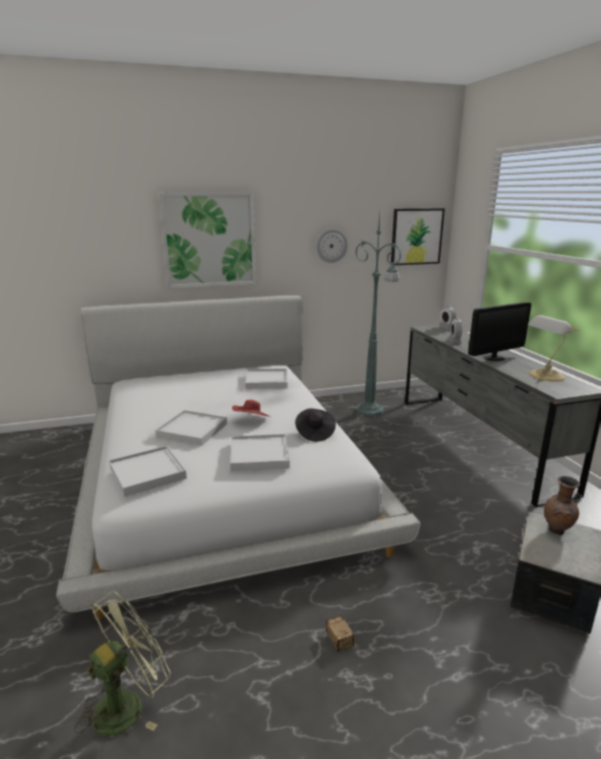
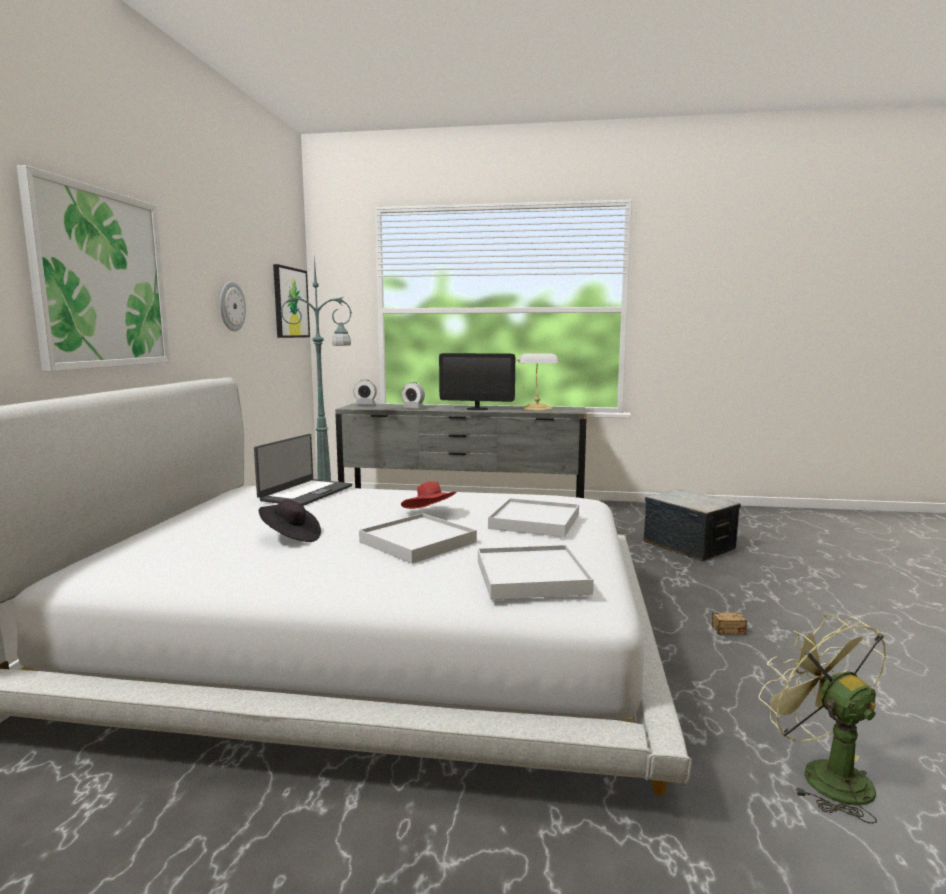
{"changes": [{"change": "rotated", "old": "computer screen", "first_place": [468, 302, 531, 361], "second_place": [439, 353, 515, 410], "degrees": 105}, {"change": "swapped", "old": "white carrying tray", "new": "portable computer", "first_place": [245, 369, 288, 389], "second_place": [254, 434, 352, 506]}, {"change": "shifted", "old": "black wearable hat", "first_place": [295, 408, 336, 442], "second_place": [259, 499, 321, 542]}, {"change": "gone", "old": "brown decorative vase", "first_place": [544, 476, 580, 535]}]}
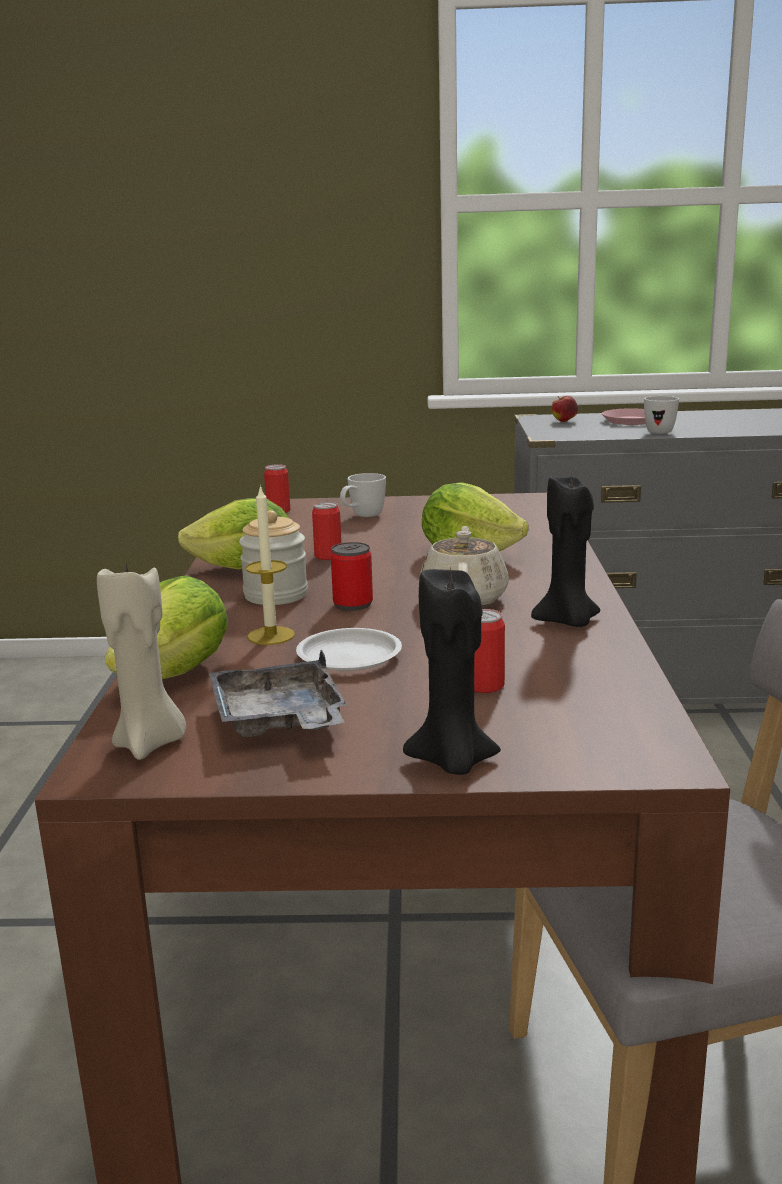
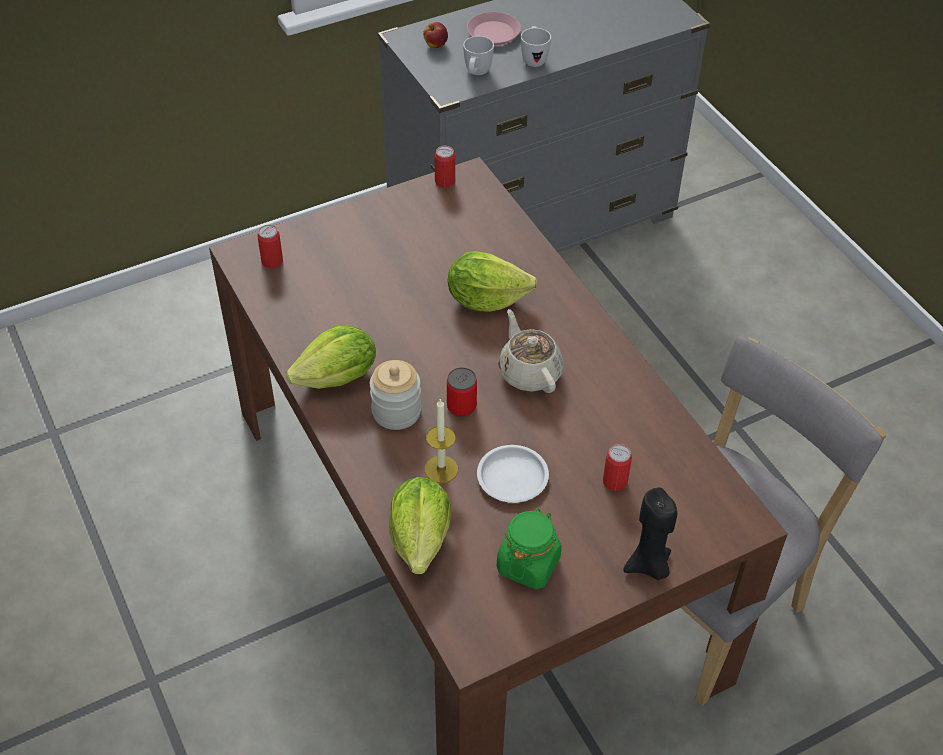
{"changes": [{"change": "shifted", "old": "white mug", "first_place": [340, 473, 386, 517], "second_place": [463, 36, 494, 75]}, {"change": "gone", "old": "black candle", "first_place": [531, 474, 601, 627]}, {"change": "shifted", "old": "metal can", "first_place": [312, 502, 342, 560], "second_place": [435, 146, 455, 188]}, {"change": "gone", "old": "sand-coloured candle", "first_place": [97, 558, 186, 760]}, {"change": "swapped", "old": "greyish carrying tray", "new": "green jar", "first_place": [209, 650, 348, 737], "second_place": [497, 508, 562, 589]}]}
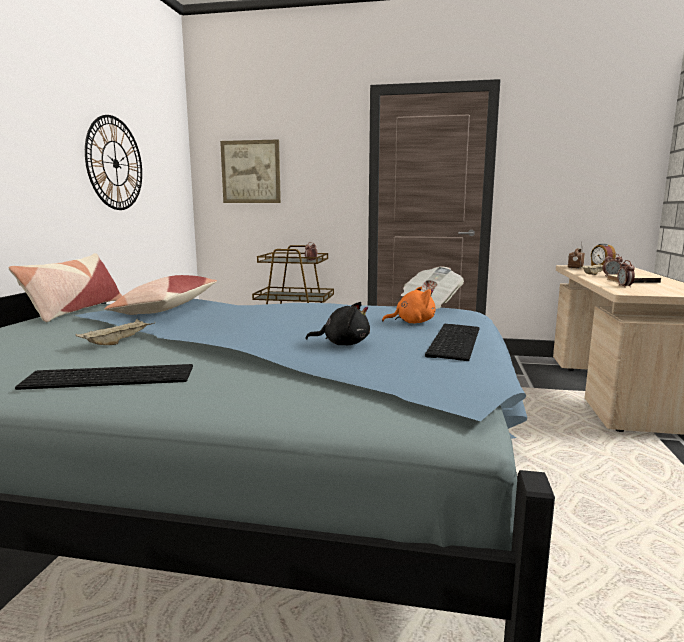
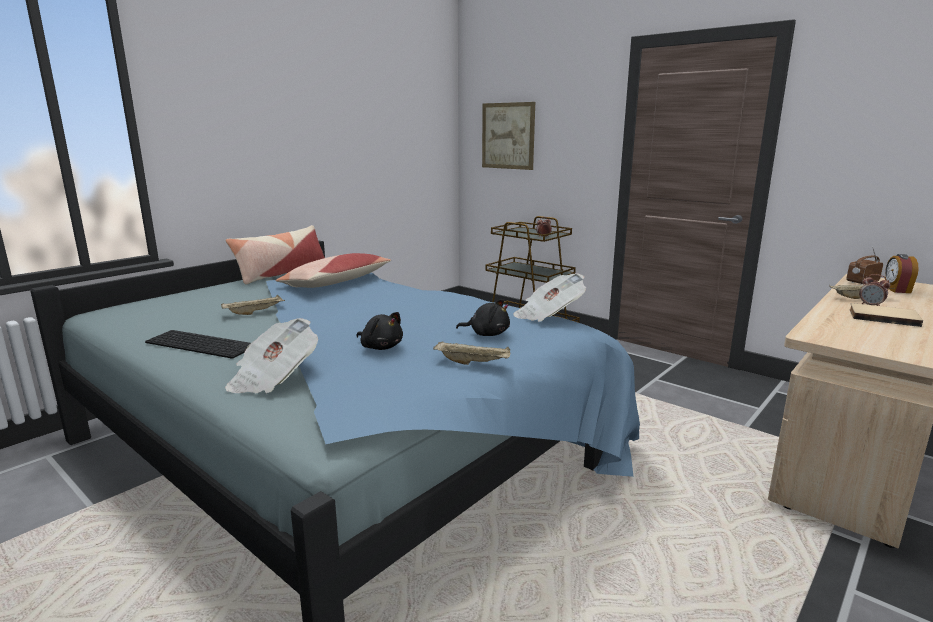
{"changes": [{"change": "gone", "old": "clock on the wall", "first_place": [85, 115, 142, 210]}, {"change": "gone", "old": "bedside clock", "first_place": [617, 260, 635, 288]}, {"change": "repainted", "old": "orange cuddly toy", "new": "black cuddly toy", "first_place": [382, 286, 436, 323], "second_place": [456, 299, 510, 336]}, {"change": "swapped", "old": "computer keyboard", "new": "sand-coloured carrying tray", "first_place": [425, 324, 480, 361], "second_place": [433, 341, 510, 365]}, {"change": "new", "new": "daily paper", "second_place": [225, 318, 318, 393]}]}
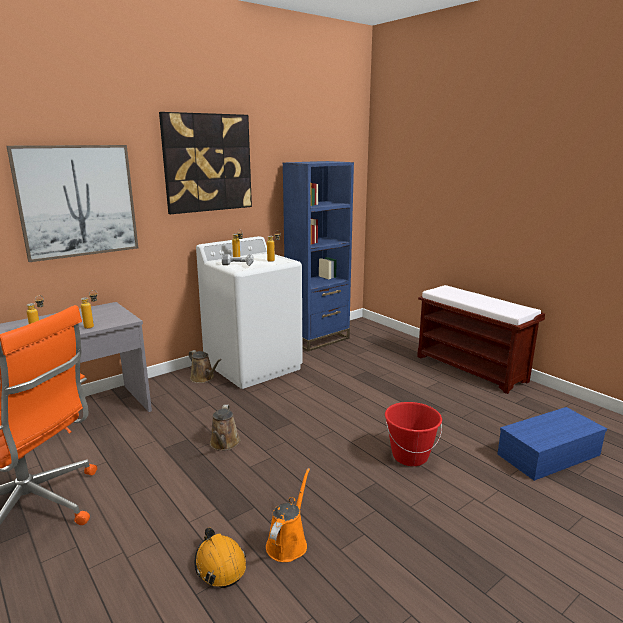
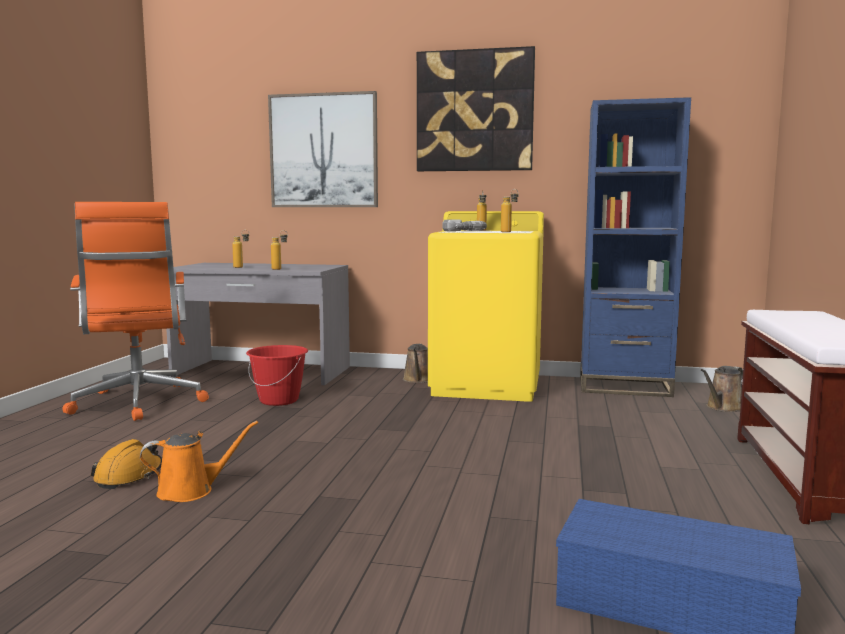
{"changes": [{"change": "repainted", "old": "white washing machine", "new": "yellowish washing machine", "first_place": [196, 236, 303, 389], "second_place": [428, 211, 544, 402]}, {"change": "shifted", "old": "reddish water bucket", "first_place": [385, 402, 442, 466], "second_place": [246, 345, 308, 406]}, {"change": "shifted", "old": "brown watering can", "first_place": [210, 404, 241, 451], "second_place": [701, 366, 743, 412]}]}
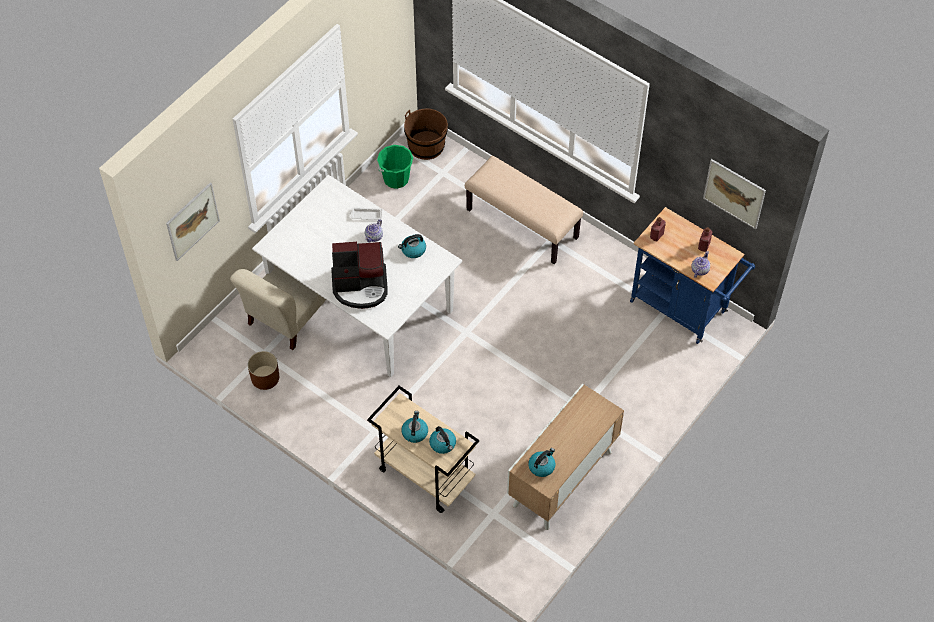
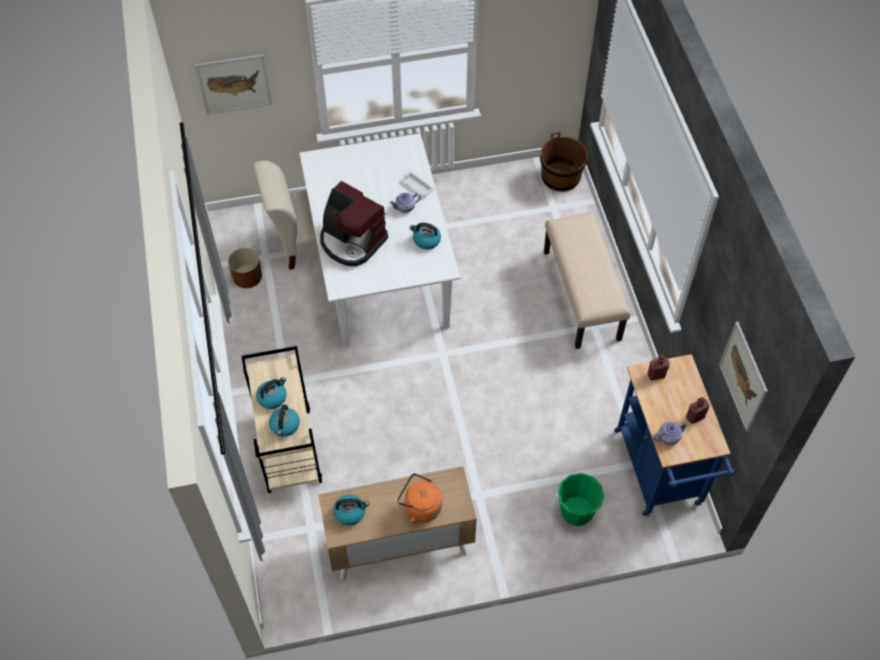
{"changes": [{"change": "shifted", "old": "green water bucket", "first_place": [377, 145, 413, 189], "second_place": [556, 473, 604, 526]}, {"change": "new", "new": "orange tea kettle", "second_place": [397, 473, 442, 523]}]}
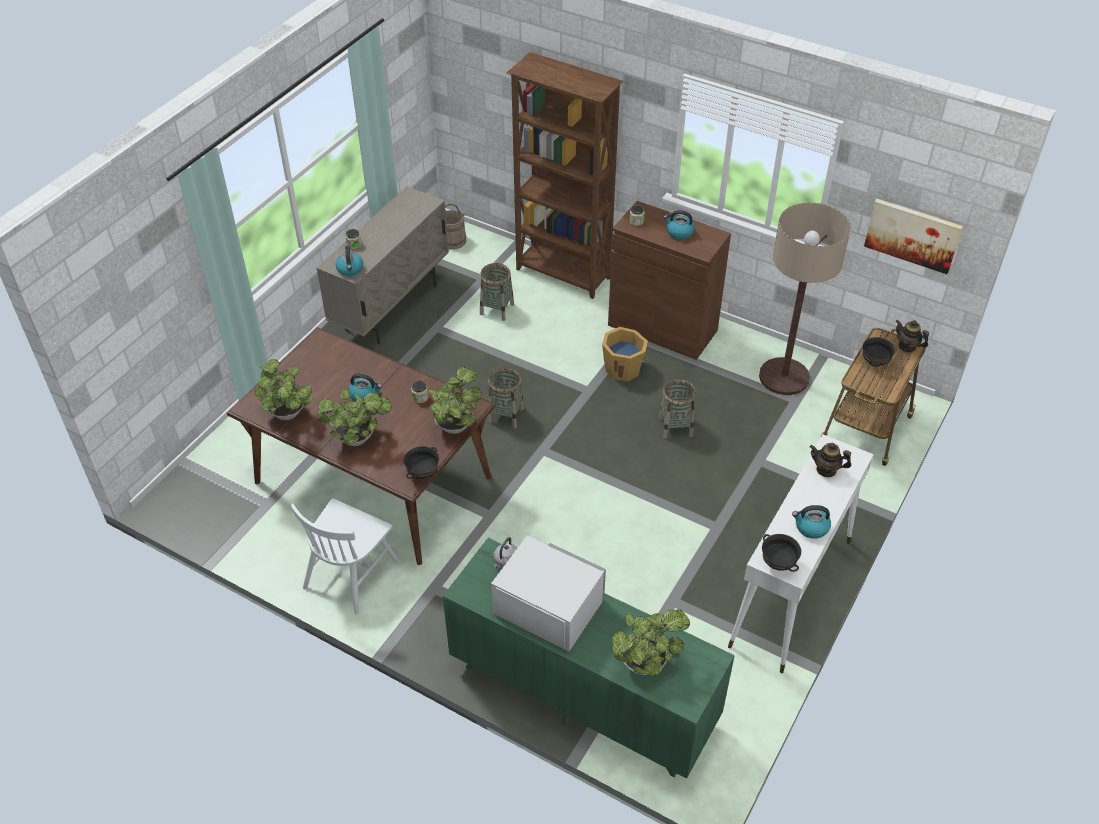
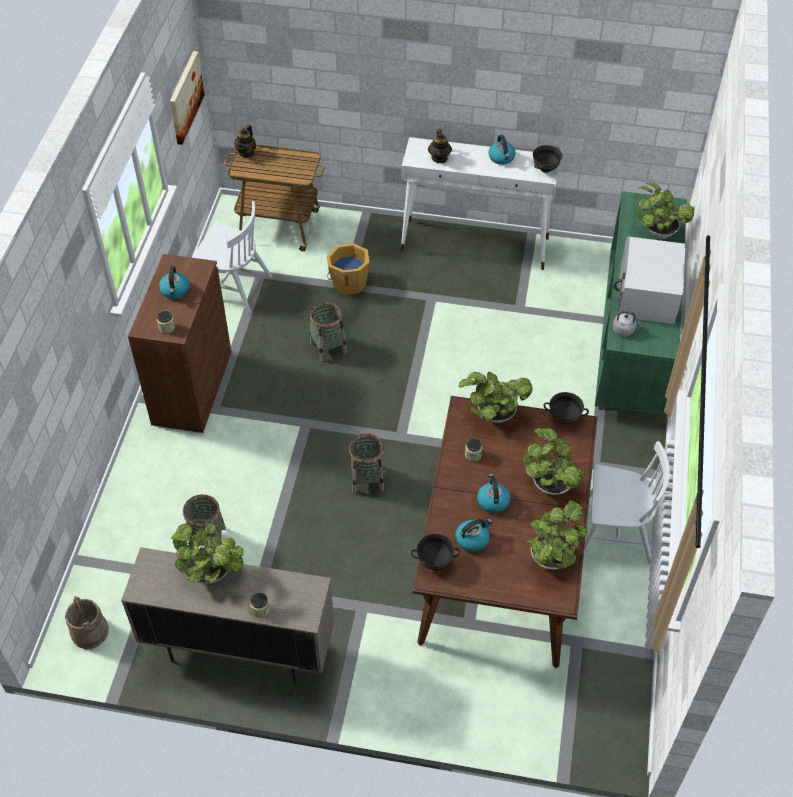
{"changes": [{"change": "gone", "old": "brown bookcase", "first_place": [506, 52, 623, 299]}, {"change": "swapped", "old": "floor lamp", "new": "white upright chair", "first_place": [759, 203, 851, 395], "second_place": [191, 201, 272, 313]}, {"change": "shifted", "old": "tea kettle", "first_place": [335, 246, 364, 276], "second_place": [455, 518, 492, 552]}, {"change": "shifted", "old": "orange water bucket", "first_place": [602, 327, 648, 382], "second_place": [327, 243, 369, 295]}, {"change": "shifted", "old": "black deep dish", "first_place": [863, 337, 895, 367], "second_place": [411, 534, 460, 570]}, {"change": "new", "new": "plant in a pot", "second_place": [171, 523, 244, 584]}]}
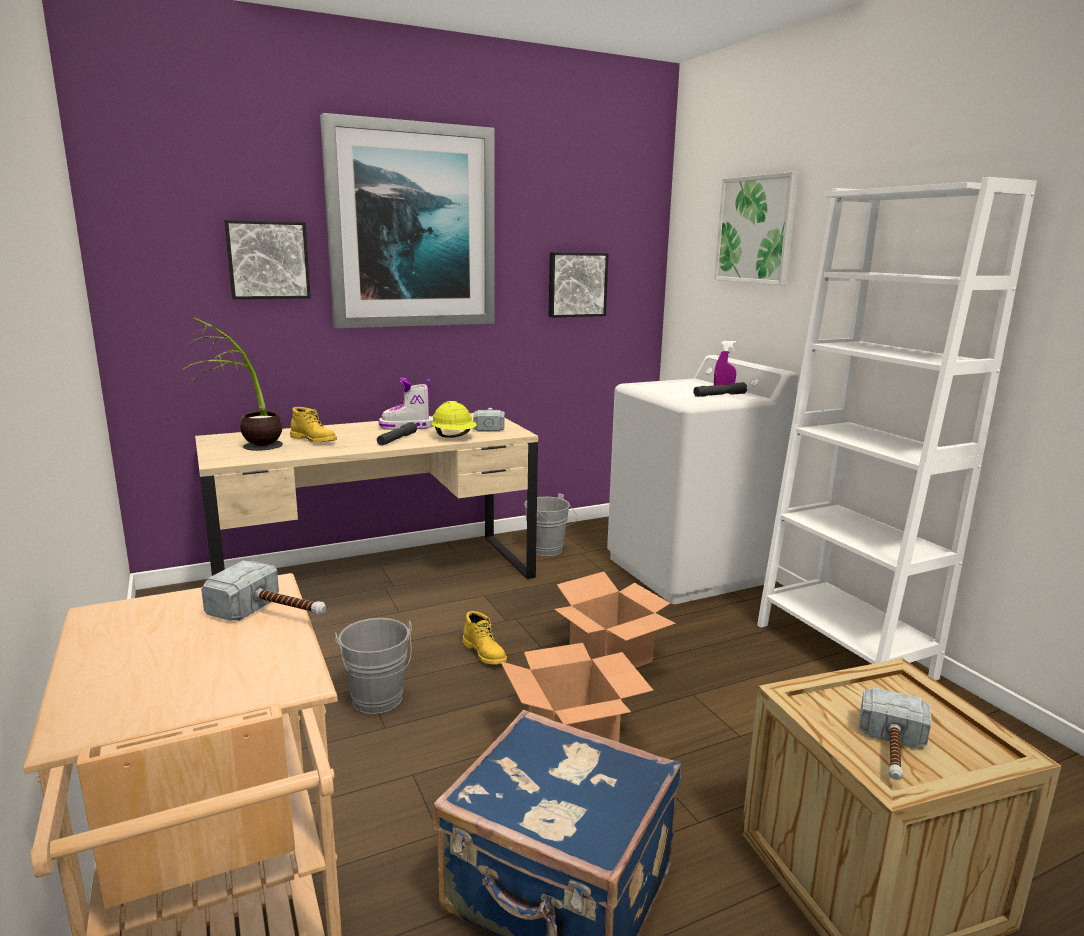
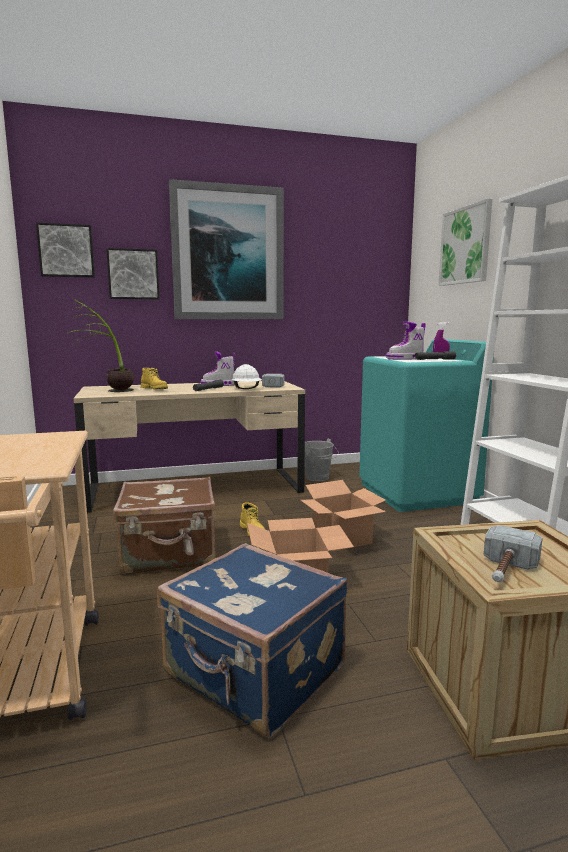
{"changes": [{"change": "shifted", "old": "wall art", "first_place": [548, 252, 609, 318], "second_place": [36, 222, 95, 278]}, {"change": "repainted", "old": "white washing machine", "new": "blue-green washing machine", "first_place": [607, 355, 798, 604], "second_place": [359, 339, 494, 512]}, {"change": "repainted", "old": "yellowish safety helmet", "new": "white safety helmet", "first_place": [431, 401, 477, 438], "second_place": [232, 364, 262, 389]}, {"change": "gone", "old": "hammer", "first_place": [201, 560, 326, 621]}, {"change": "swapped", "old": "greyish water bucket", "new": "brown travel case", "first_place": [335, 618, 412, 714], "second_place": [113, 476, 216, 574]}, {"change": "new", "new": "tall boot", "second_place": [386, 321, 426, 360]}]}
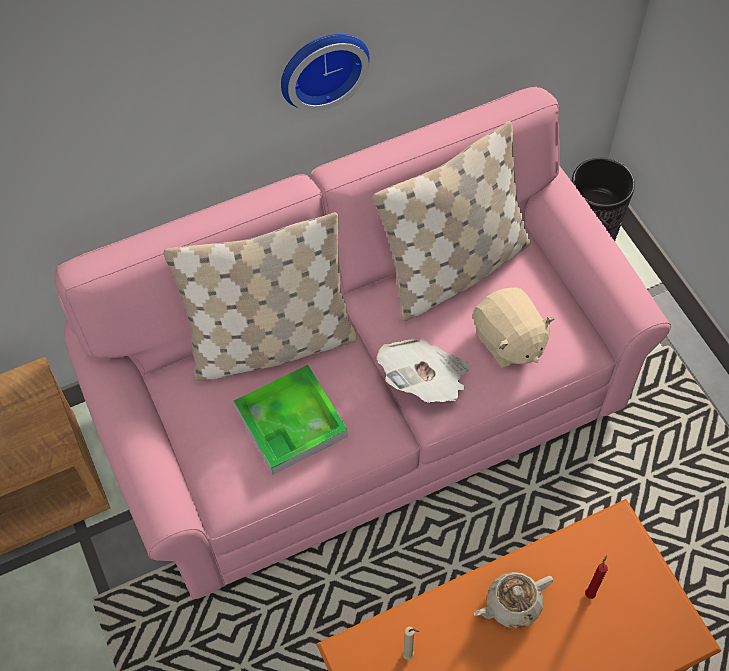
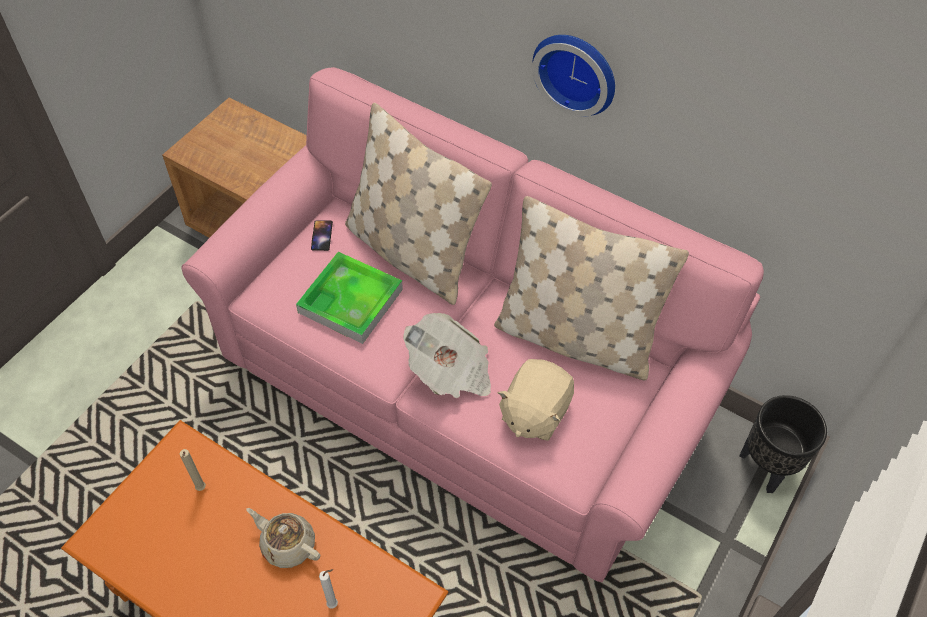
{"changes": [{"change": "repainted", "old": "reddish candle", "new": "white candle", "first_place": [585, 555, 608, 599], "second_place": [319, 569, 338, 609]}, {"change": "new", "new": "telephone", "second_place": [311, 220, 333, 251]}]}
